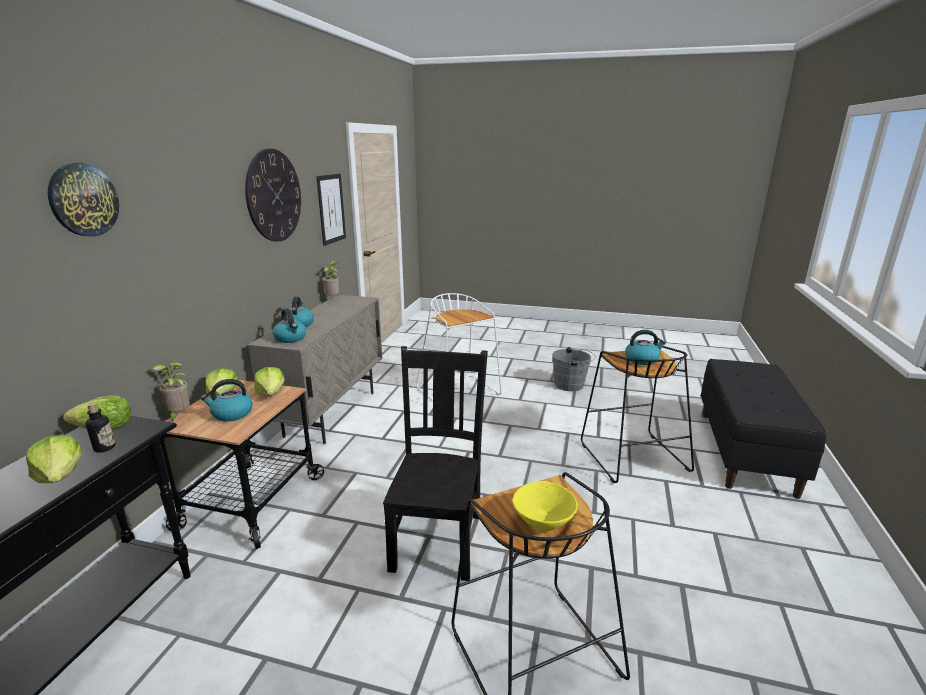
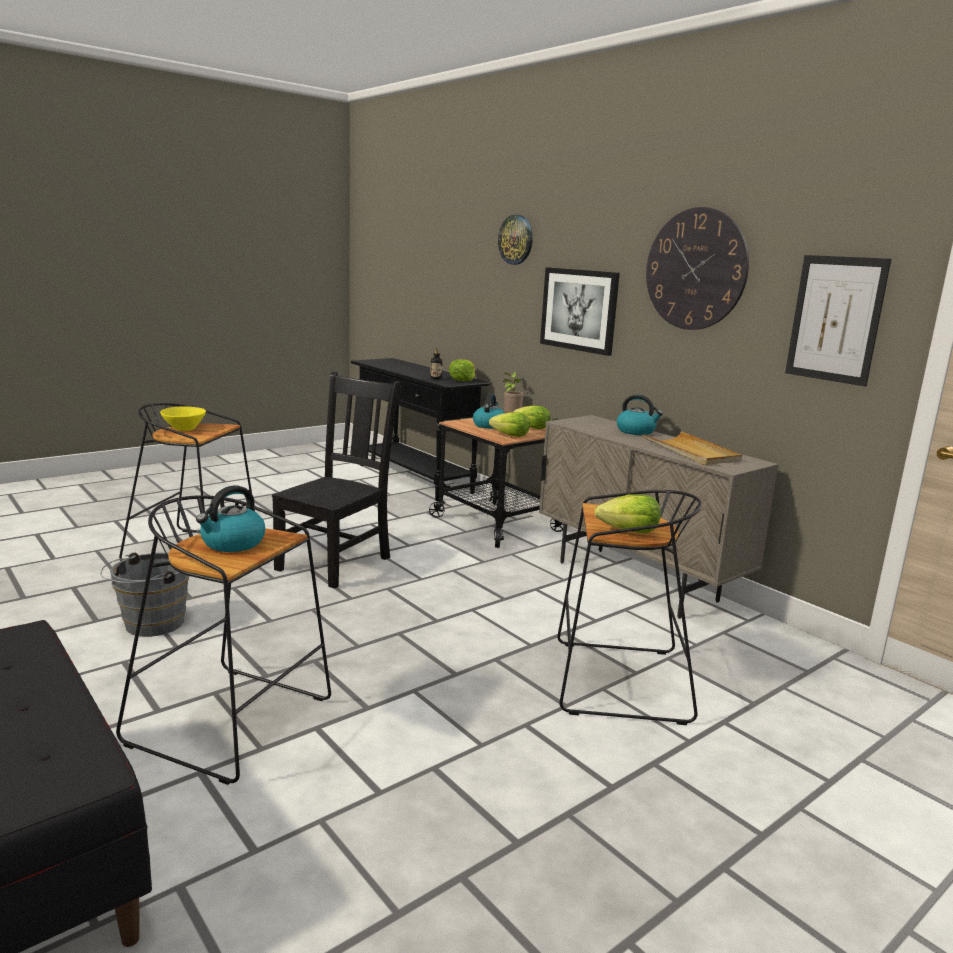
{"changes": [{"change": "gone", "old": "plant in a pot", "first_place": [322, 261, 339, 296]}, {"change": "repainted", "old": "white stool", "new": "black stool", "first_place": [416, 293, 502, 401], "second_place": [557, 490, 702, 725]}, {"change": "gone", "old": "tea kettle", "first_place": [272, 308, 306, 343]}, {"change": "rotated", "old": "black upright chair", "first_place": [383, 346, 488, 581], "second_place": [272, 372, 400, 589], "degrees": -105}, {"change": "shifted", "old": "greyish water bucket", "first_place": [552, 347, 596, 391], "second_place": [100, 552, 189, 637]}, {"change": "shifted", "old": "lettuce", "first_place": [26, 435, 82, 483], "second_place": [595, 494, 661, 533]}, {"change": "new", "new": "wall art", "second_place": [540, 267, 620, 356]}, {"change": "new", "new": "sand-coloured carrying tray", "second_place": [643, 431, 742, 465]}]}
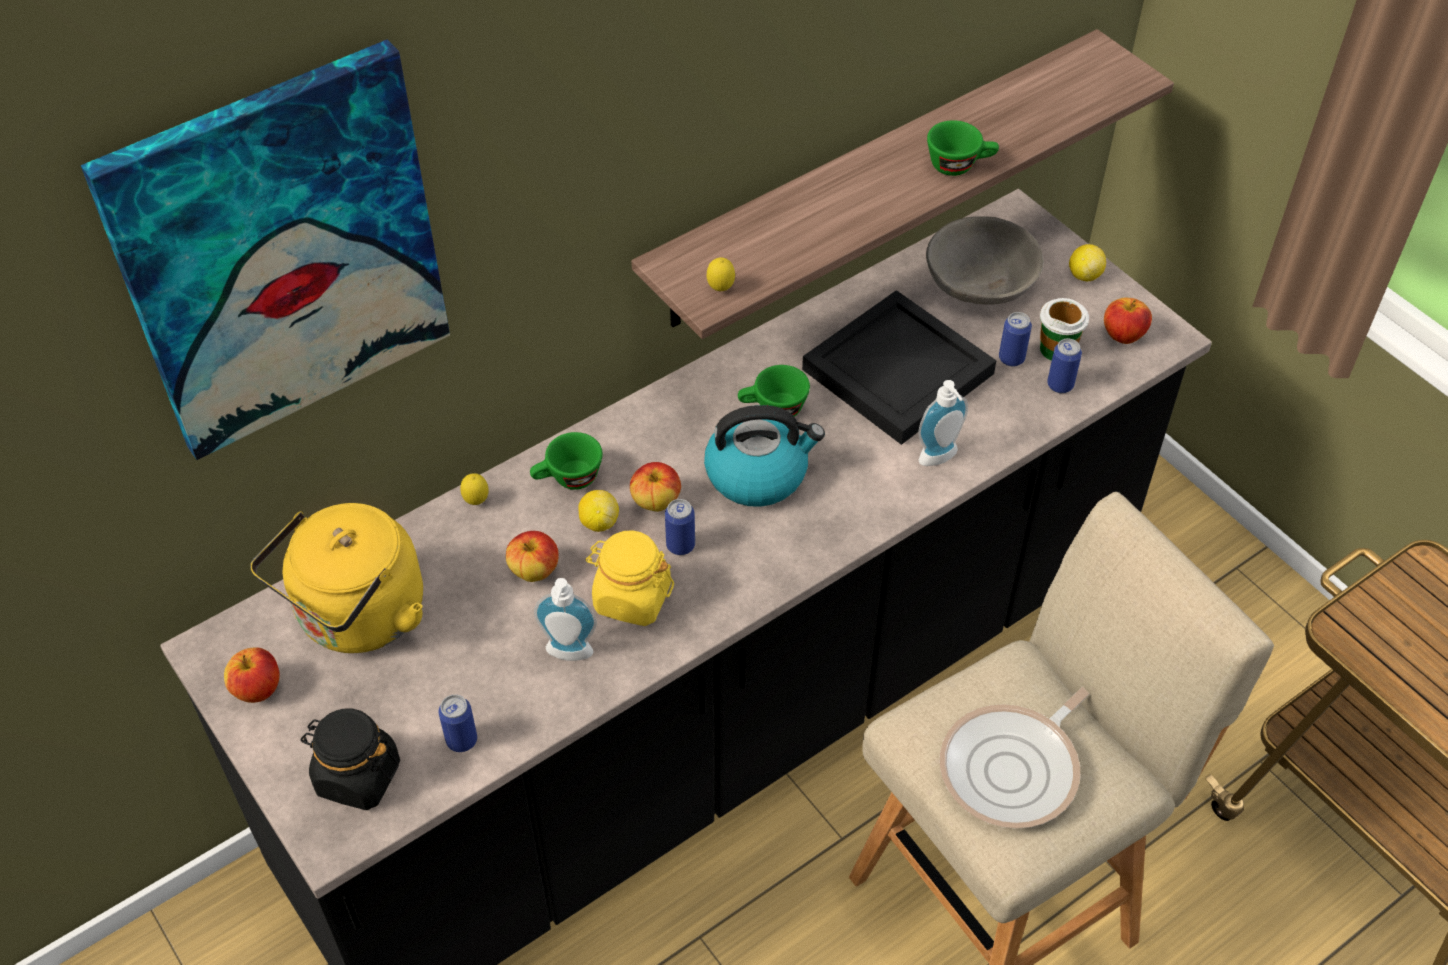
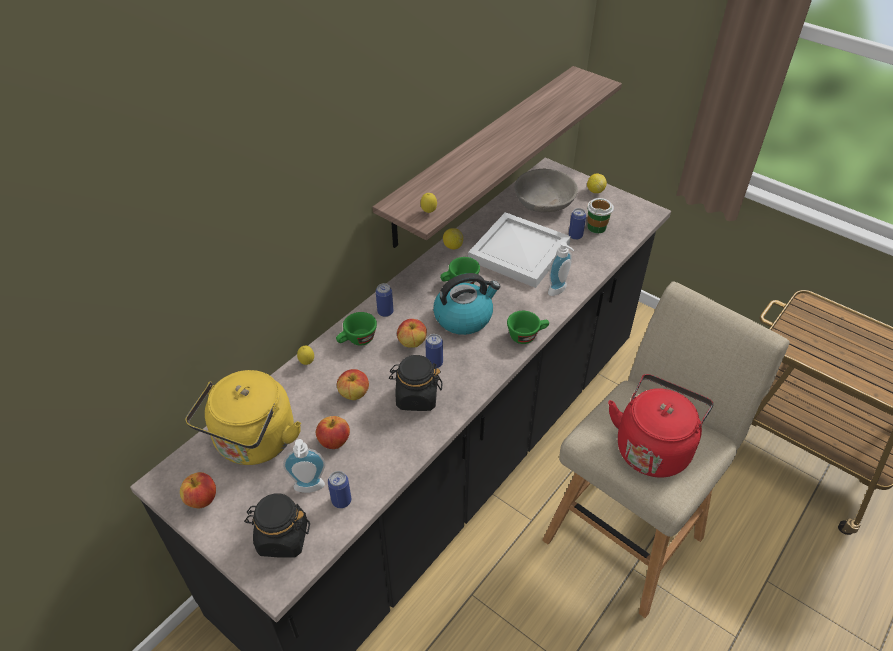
{"changes": [{"change": "gone", "old": "wall art", "first_place": [81, 39, 450, 460]}, {"change": "shifted", "old": "green cup", "first_place": [927, 120, 999, 176], "second_place": [507, 311, 549, 344]}, {"change": "repainted", "old": "black carrying tray", "new": "white carrying tray", "first_place": [802, 290, 997, 445], "second_place": [468, 212, 571, 288]}, {"change": "shifted", "old": "whole apple", "first_place": [1104, 298, 1152, 344], "second_place": [316, 416, 350, 449]}, {"change": "shifted", "old": "metal can", "first_place": [1047, 338, 1082, 393], "second_place": [376, 283, 393, 317]}, {"change": "shifted", "old": "lemon", "first_place": [578, 490, 619, 532], "second_place": [443, 228, 463, 250]}, {"change": "repainted", "old": "yellowish jar", "new": "black jar", "first_place": [585, 531, 674, 626], "second_place": [389, 355, 442, 411]}, {"change": "shifted", "old": "soap dispenser", "first_place": [534, 578, 597, 661], "second_place": [283, 439, 326, 493]}, {"change": "swapped", "old": "skillet", "new": "reddish tea kettle", "first_place": [940, 686, 1089, 829], "second_place": [608, 374, 714, 478]}]}
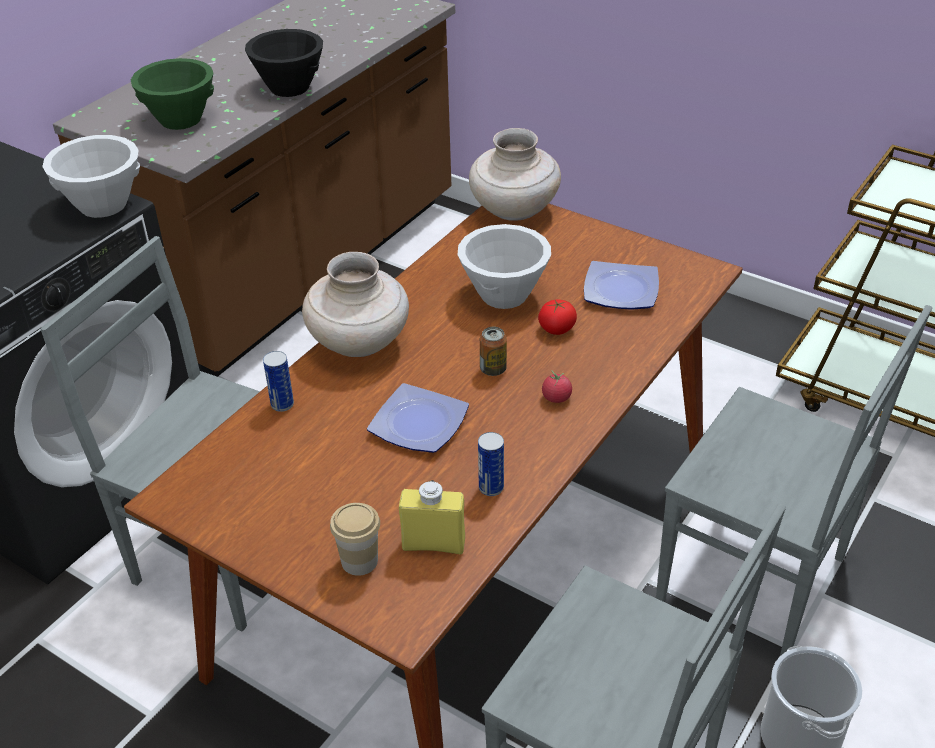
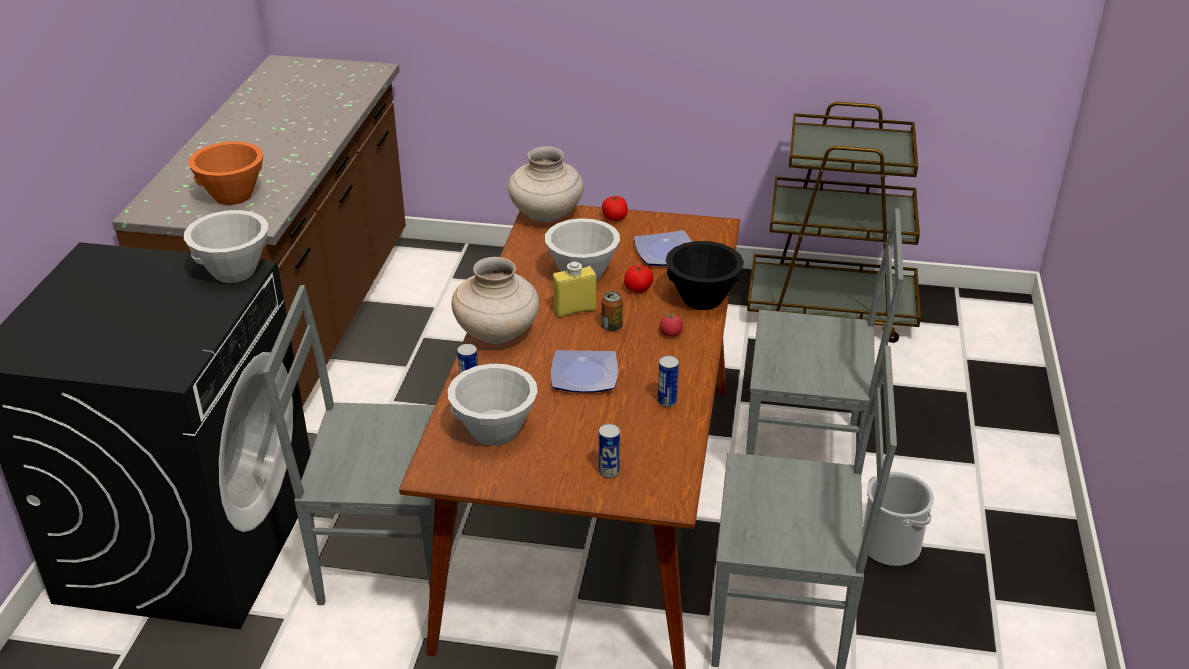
{"changes": [{"change": "shifted", "old": "black deep dish", "first_place": [245, 29, 323, 97], "second_place": [666, 241, 744, 310]}, {"change": "repainted", "old": "green deep dish", "new": "orange deep dish", "first_place": [131, 58, 214, 130], "second_place": [188, 141, 264, 205]}, {"change": "shifted", "old": "yellowish beverage bottle", "first_place": [399, 480, 465, 554], "second_place": [553, 262, 596, 317]}, {"change": "swapped", "old": "cup", "new": "metal can", "first_place": [330, 503, 380, 576], "second_place": [599, 424, 620, 478]}, {"change": "new", "new": "whole tomato", "second_place": [602, 195, 628, 221]}, {"change": "new", "new": "white deep dish", "second_place": [448, 364, 538, 446]}]}
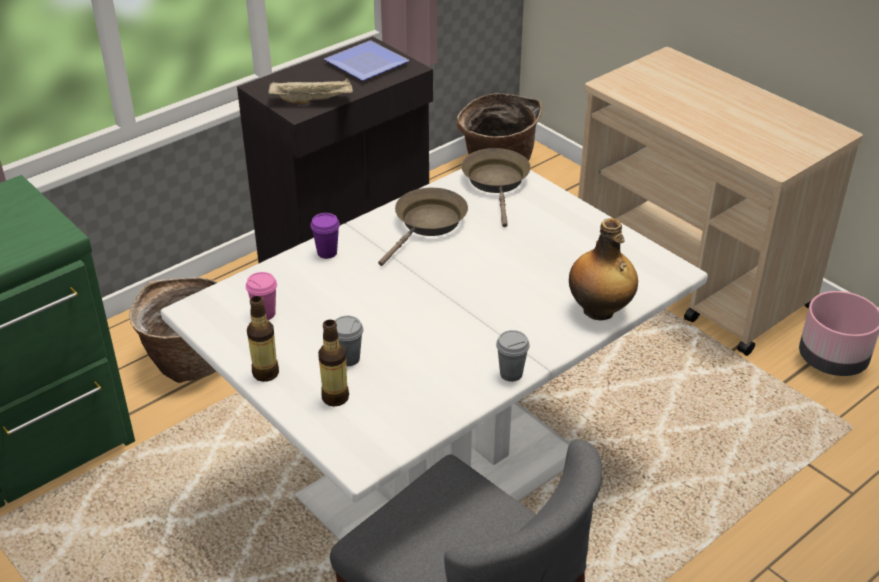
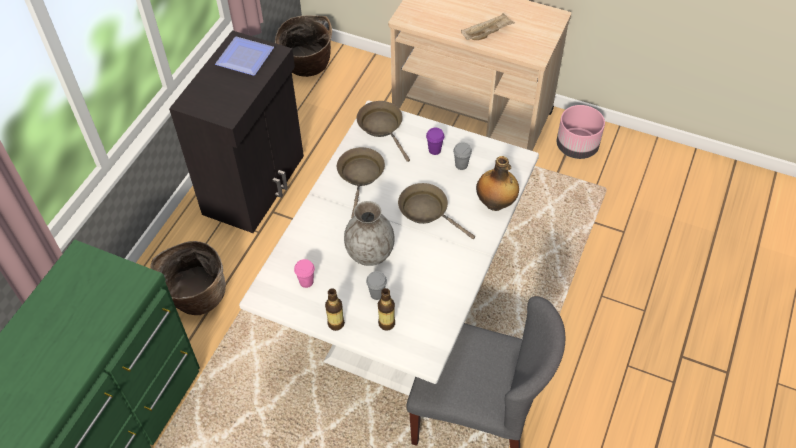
{"changes": [{"change": "shifted", "old": "sand-coloured carrying tray", "first_place": [268, 78, 353, 105], "second_place": [461, 13, 514, 40]}, {"change": "shifted", "old": "purplish cup", "first_place": [310, 213, 340, 259], "second_place": [426, 128, 444, 155]}, {"change": "shifted", "old": "greyish cup", "first_place": [496, 330, 530, 382], "second_place": [453, 142, 472, 170]}, {"change": "new", "new": "brown skillet", "second_place": [398, 183, 475, 239]}, {"change": "new", "new": "greyish decorative vase", "second_place": [344, 201, 395, 266]}]}
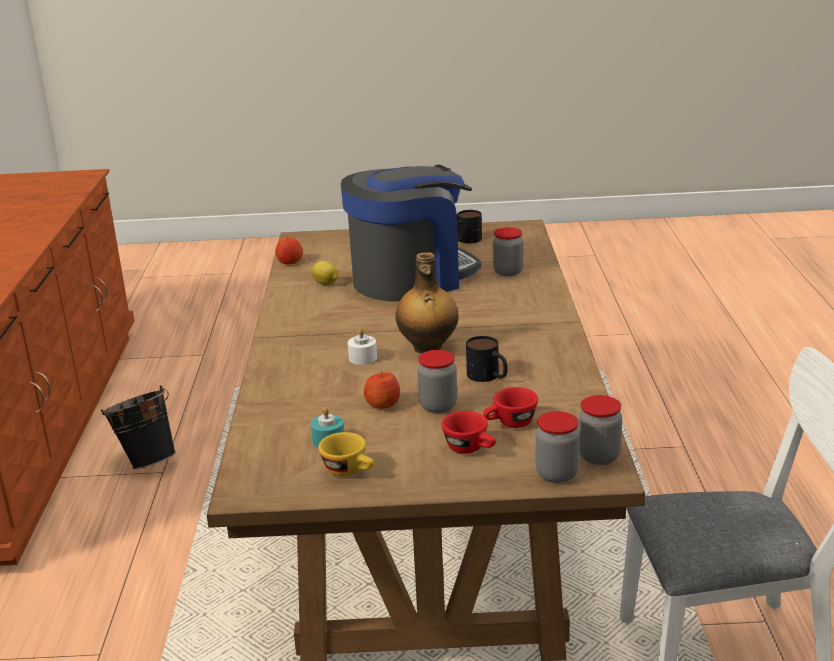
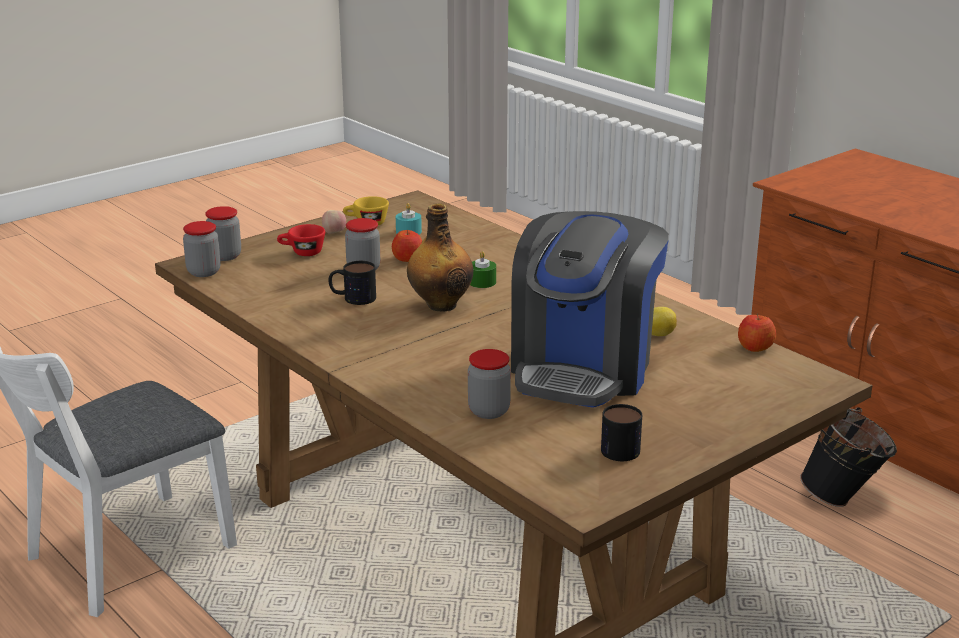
{"changes": [{"change": "repainted", "old": "white candle", "new": "green candle", "first_place": [348, 328, 377, 365], "second_place": [470, 251, 496, 288]}, {"change": "gone", "old": "reddish cup", "first_place": [483, 387, 538, 428]}, {"change": "new", "new": "whole apple", "second_place": [322, 210, 346, 234]}]}
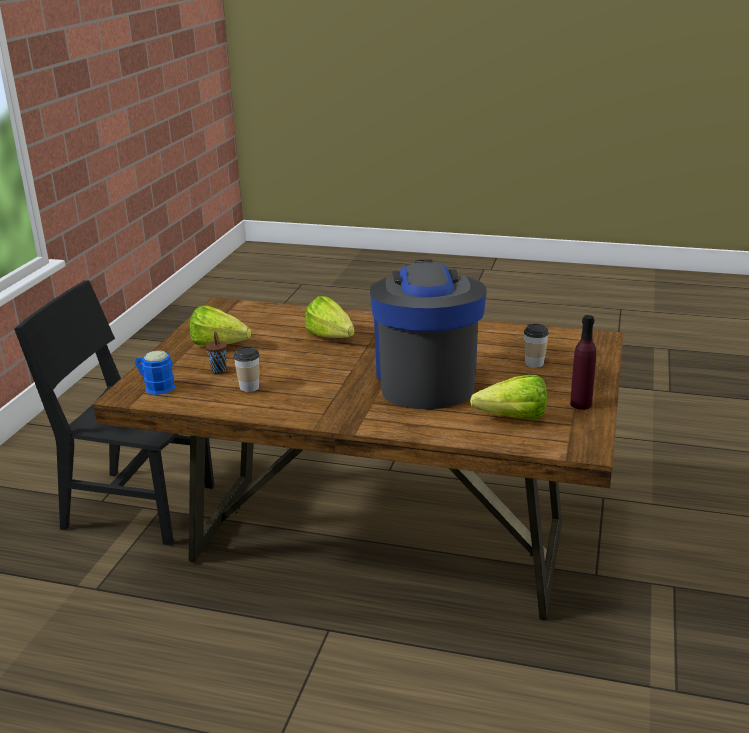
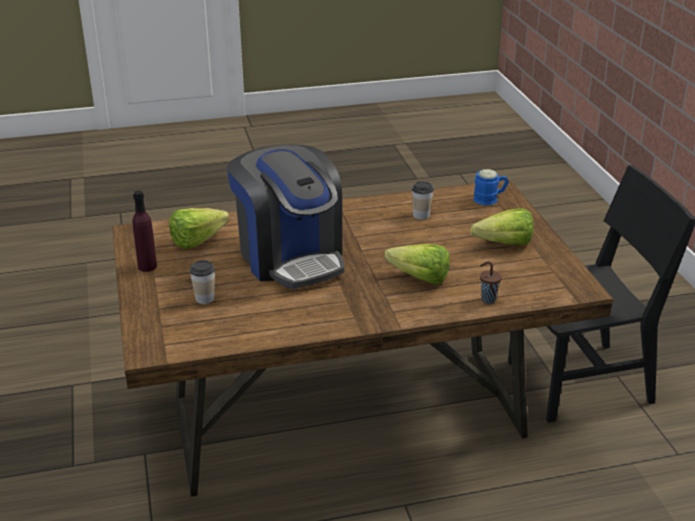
{"changes": [{"change": "shifted", "old": "brown cup", "first_place": [206, 332, 227, 374], "second_place": [480, 261, 502, 304]}]}
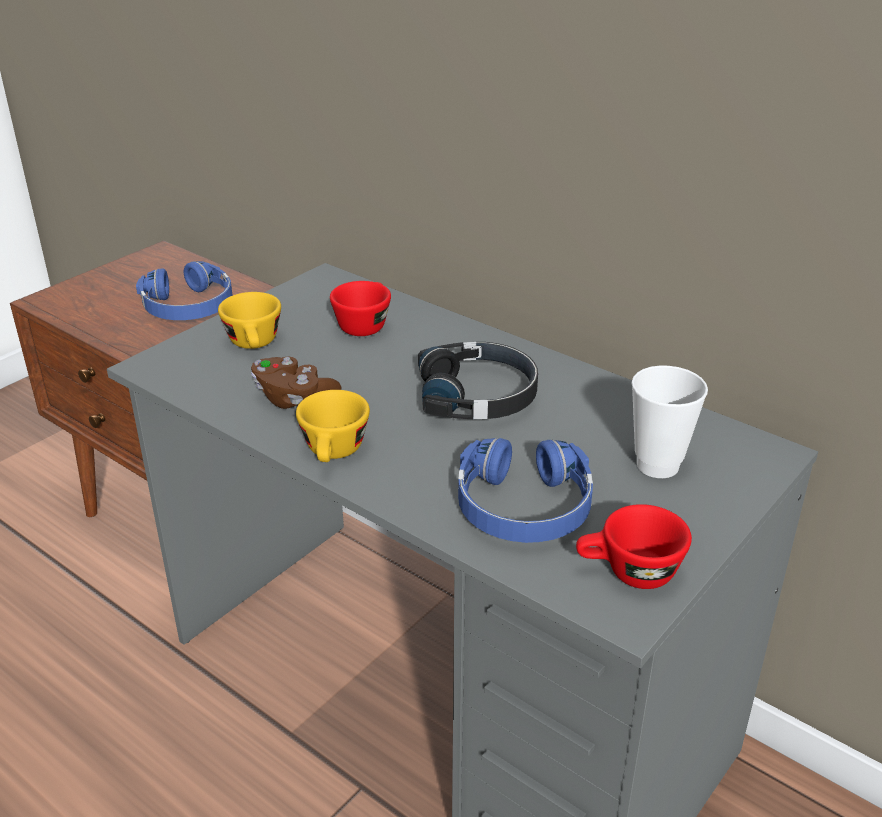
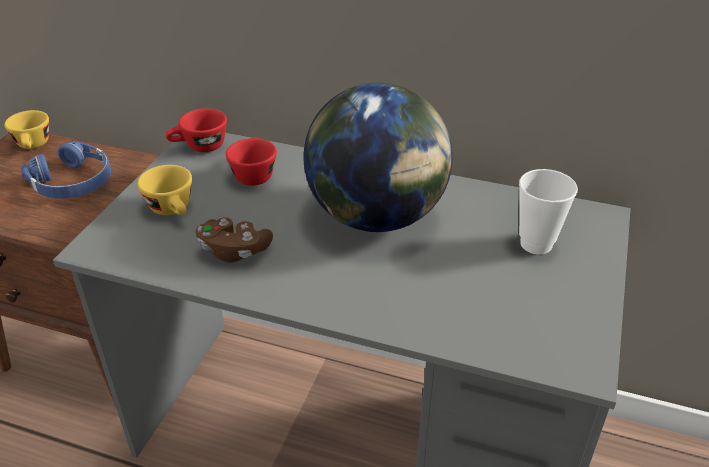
{"changes": [{"change": "swapped", "old": "black pair of headphones", "new": "globe", "first_place": [418, 342, 538, 419], "second_place": [304, 83, 453, 232]}, {"change": "shifted", "old": "yellowish cup", "first_place": [296, 390, 370, 462], "second_place": [4, 110, 49, 149]}, {"change": "gone", "old": "blue-coloured pair of headphones", "first_place": [458, 438, 593, 543]}, {"change": "shifted", "old": "reddish cup", "first_place": [576, 504, 692, 589], "second_place": [166, 108, 227, 152]}]}
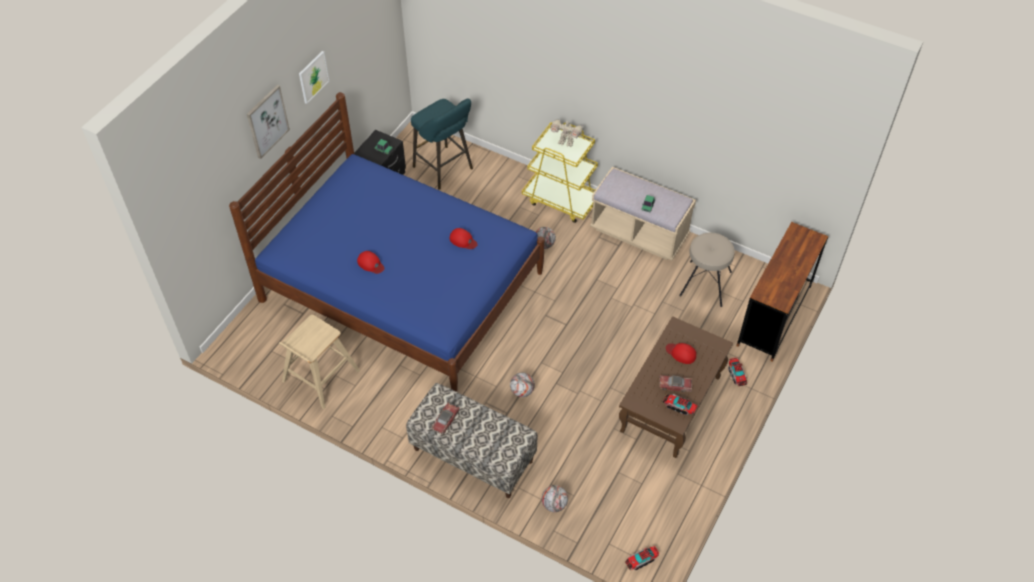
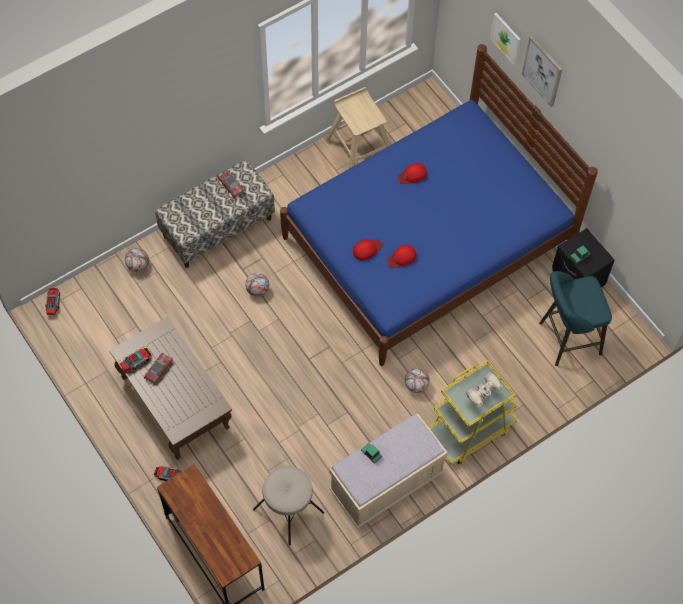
{"changes": [{"change": "shifted", "old": "wall art", "first_place": [299, 51, 329, 104], "second_place": [490, 13, 521, 65]}, {"change": "shifted", "old": "reddish cap", "first_place": [666, 343, 696, 364], "second_place": [353, 240, 382, 261]}]}
